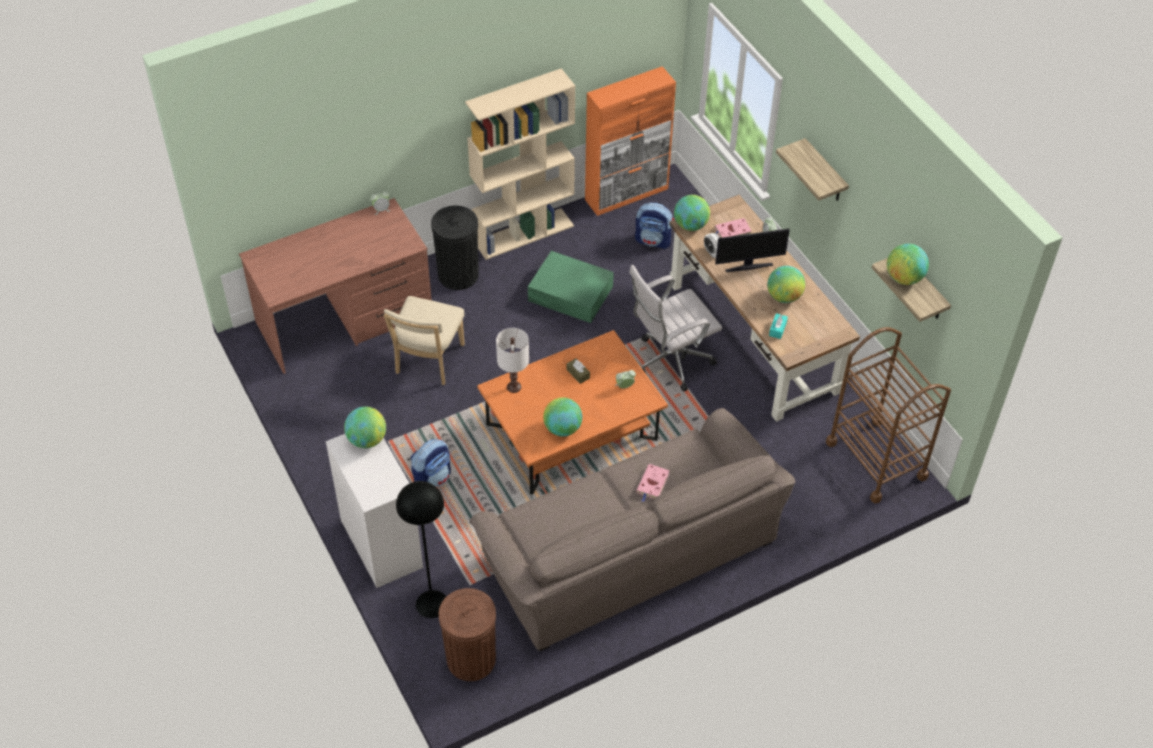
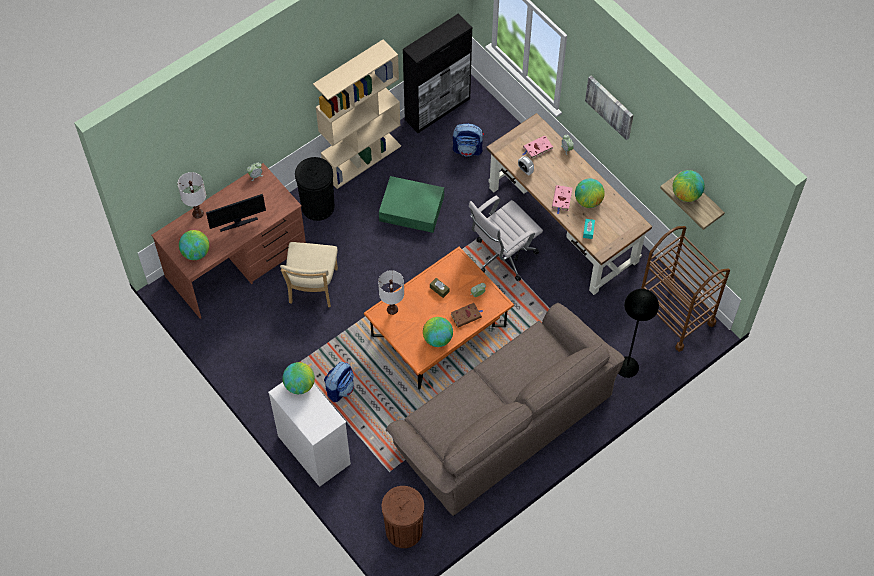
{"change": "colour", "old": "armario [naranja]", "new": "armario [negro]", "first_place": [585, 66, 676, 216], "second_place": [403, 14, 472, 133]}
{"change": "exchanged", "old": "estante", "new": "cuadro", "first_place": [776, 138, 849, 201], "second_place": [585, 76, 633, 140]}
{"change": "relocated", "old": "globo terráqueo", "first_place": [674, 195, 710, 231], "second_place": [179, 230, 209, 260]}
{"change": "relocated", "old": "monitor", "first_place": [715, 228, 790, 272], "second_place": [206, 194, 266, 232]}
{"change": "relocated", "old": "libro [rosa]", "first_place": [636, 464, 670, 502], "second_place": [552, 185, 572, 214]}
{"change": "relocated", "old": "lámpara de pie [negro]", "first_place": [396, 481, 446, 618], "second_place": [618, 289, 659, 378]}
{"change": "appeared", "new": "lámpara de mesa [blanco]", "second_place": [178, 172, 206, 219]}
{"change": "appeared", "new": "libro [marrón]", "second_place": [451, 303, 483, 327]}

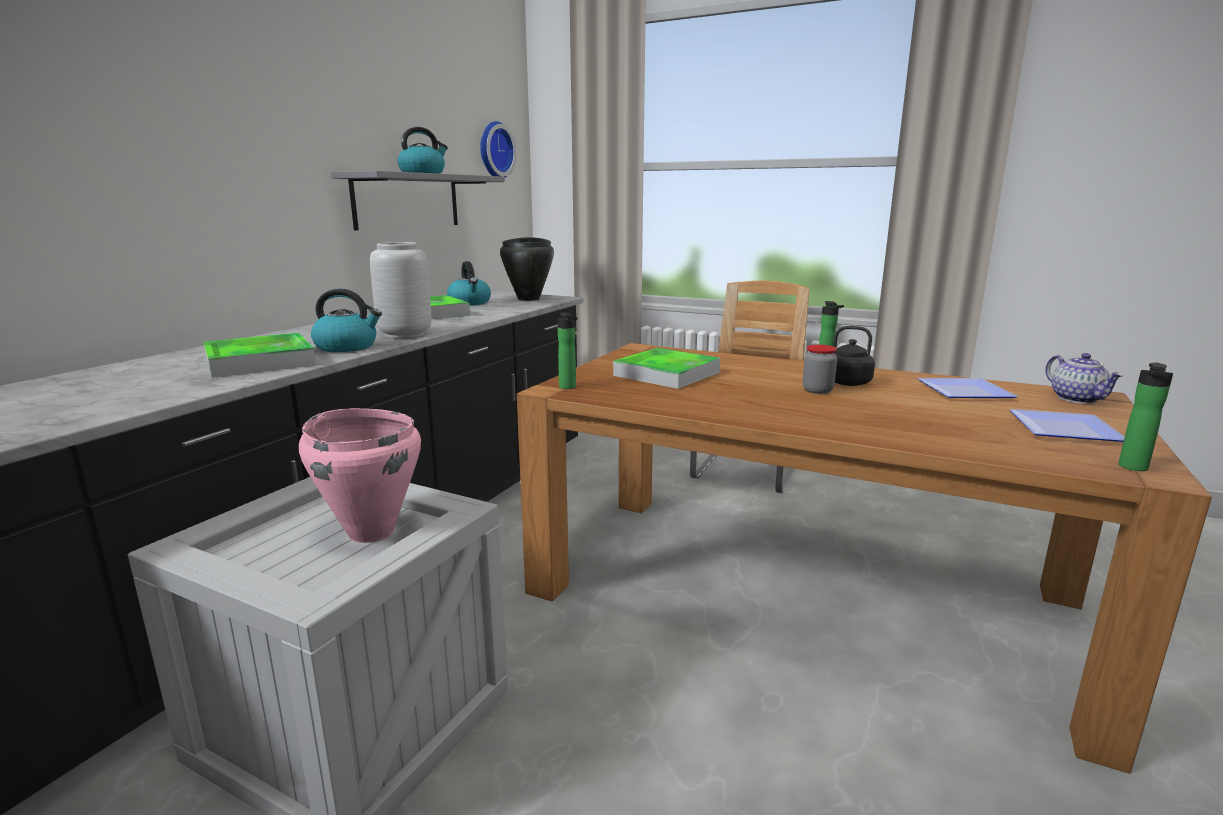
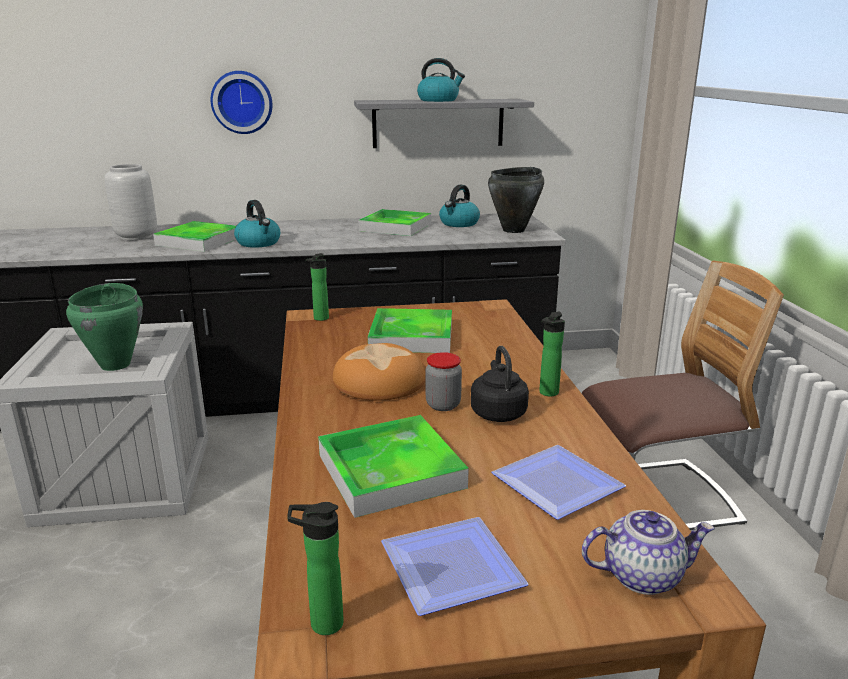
{"change": "relocated", "old": "reloj de pared", "first_place": [480, 121, 517, 177], "second_place": [211, 71, 273, 134]}
{"change": "relocated", "old": "florero [gris]", "first_place": [370, 242, 431, 338], "second_place": [105, 164, 157, 240]}
{"change": "spun", "old": "tetera", "first_place": [1045, 353, 1124, 404], "second_place": [582, 510, 715, 595], "degrees": -135}
{"change": "colour", "old": "olla [rosa]", "new": "olla [verde]", "first_place": [299, 408, 421, 543], "second_place": [66, 283, 143, 371]}
{"change": "appeared", "new": "pan", "second_place": [332, 343, 426, 401]}
{"change": "appeared", "new": "bandeja", "second_place": [318, 415, 469, 518]}

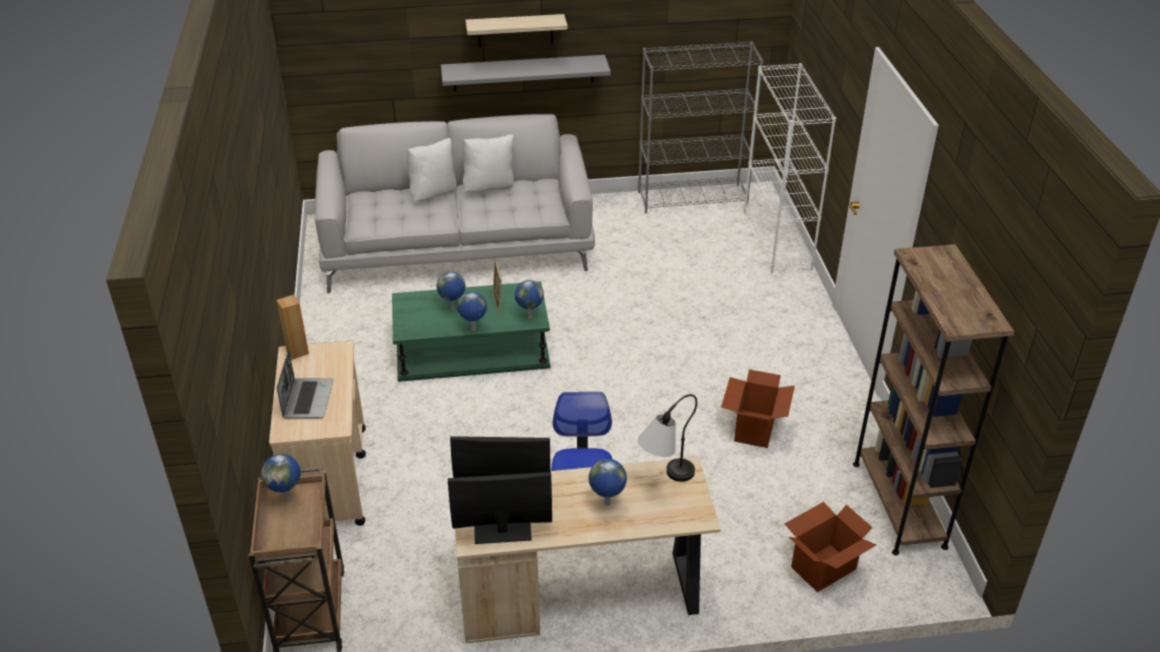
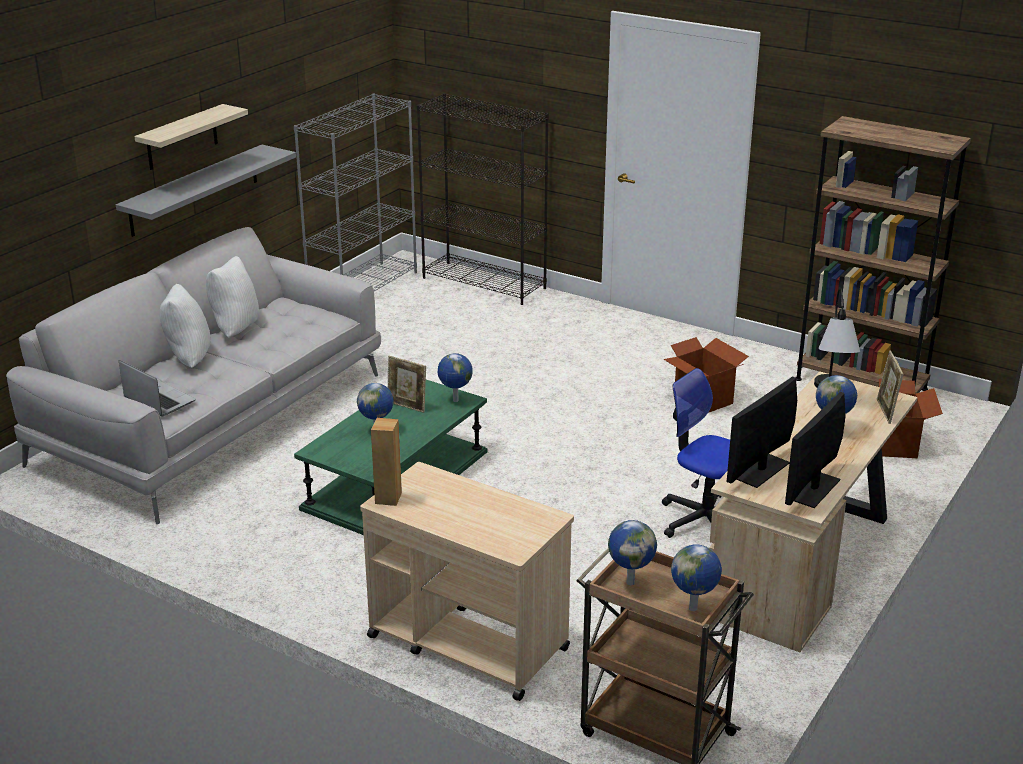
{"change": "colour", "old": "estantería [blanco]", "new": "estantería [negro]", "first_place": [744, 63, 836, 273], "second_place": [417, 93, 549, 305]}
{"change": "relocated", "old": "globo terráqueo", "first_place": [457, 292, 487, 330], "second_place": [671, 544, 722, 611]}
{"change": "relocated", "old": "portátil", "first_place": [277, 350, 333, 419], "second_place": [119, 360, 196, 417]}
{"change": "appeared", "new": "portarretratos", "second_place": [877, 351, 904, 424]}

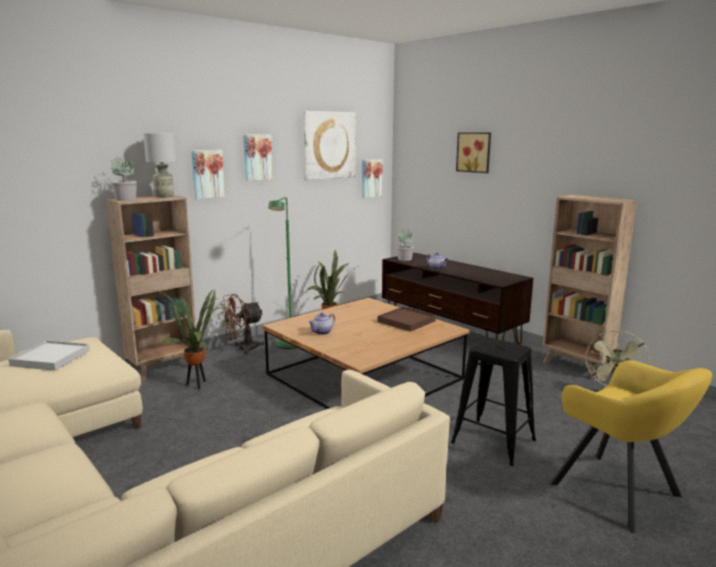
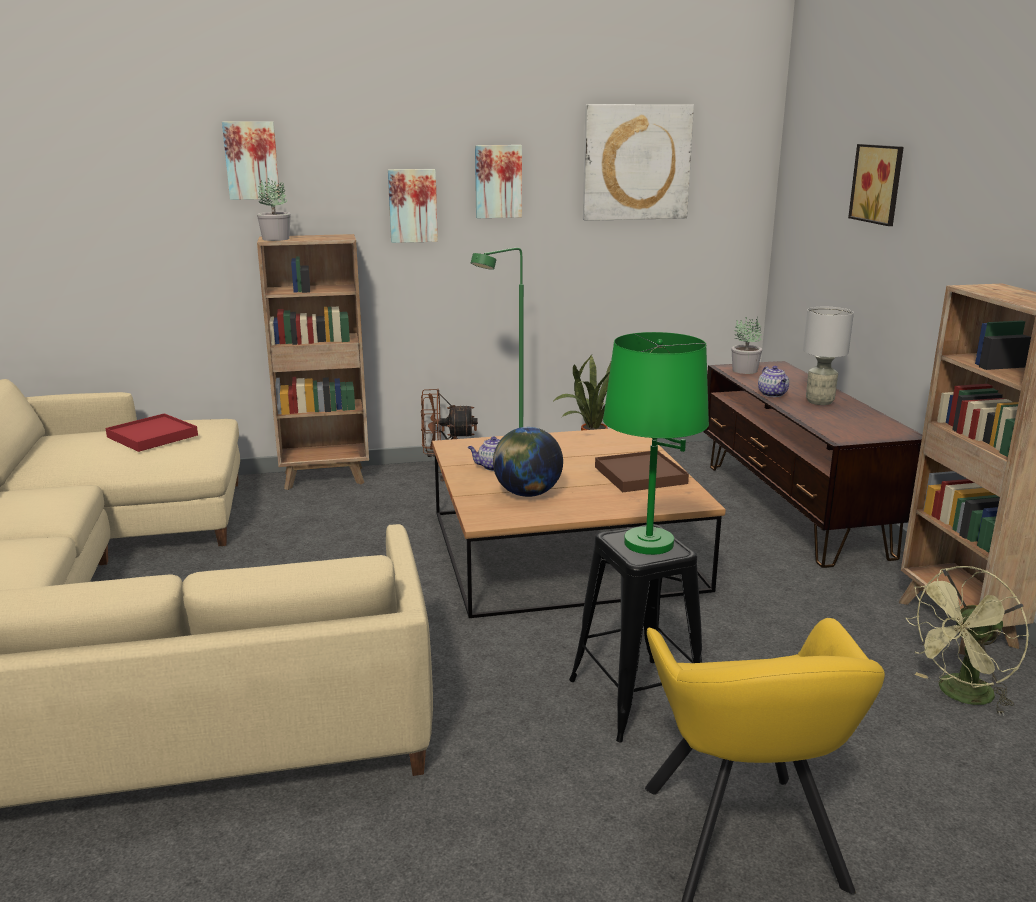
{"change": "relocated", "old": "lámpara de mesa [gris]", "first_place": [143, 133, 177, 198], "second_place": [803, 307, 854, 405]}
{"change": "relocated", "old": "cuadro", "first_place": [362, 159, 383, 198], "second_place": [222, 121, 280, 200]}
{"change": "missing", "old": "planta en maceta", "first_place": [149, 289, 228, 389]}
{"change": "colour", "old": "bandeja [blanco]", "new": "bandeja [rojo]", "first_place": [8, 340, 90, 371], "second_place": [105, 413, 198, 452]}
{"change": "appeared", "new": "lámpara de mesa [verde]", "second_place": [603, 332, 709, 555]}
{"change": "appeared", "new": "globo terráqueo", "second_place": [493, 427, 563, 497]}

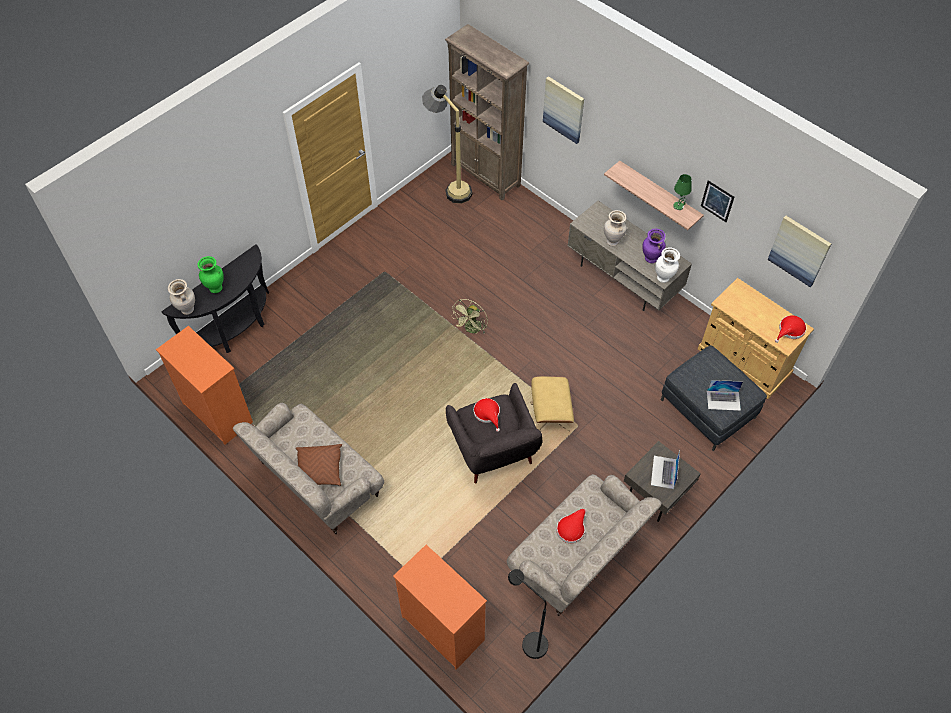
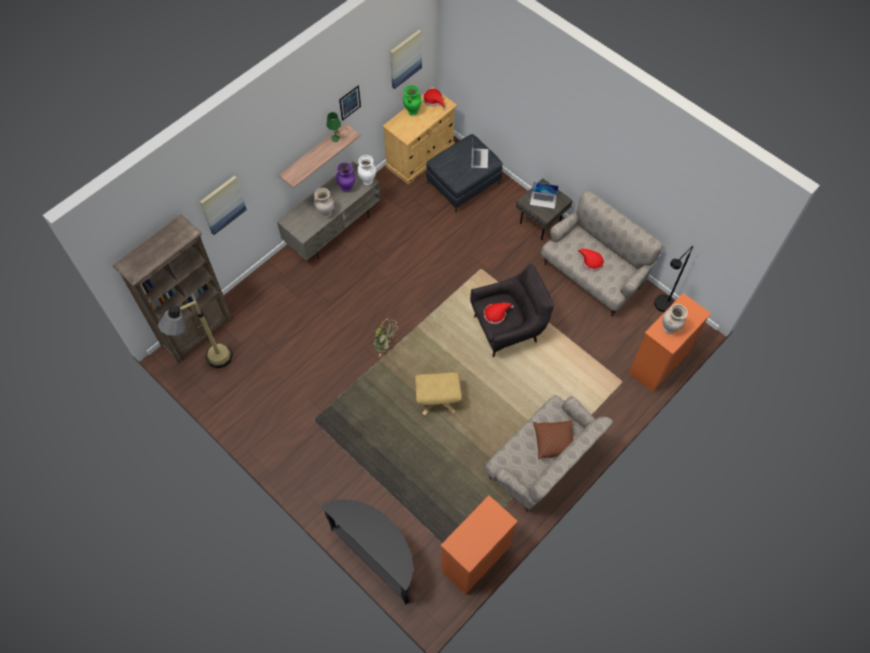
{"change": "relocated", "old": "florero [verde]", "first_place": [198, 256, 224, 293], "second_place": [403, 85, 422, 115]}
{"change": "relocated", "old": "florero [beis]", "first_place": [168, 279, 195, 315], "second_place": [662, 304, 688, 334]}
{"change": "relocated", "old": "puf [beis]", "first_place": [530, 376, 574, 431], "second_place": [414, 372, 462, 415]}

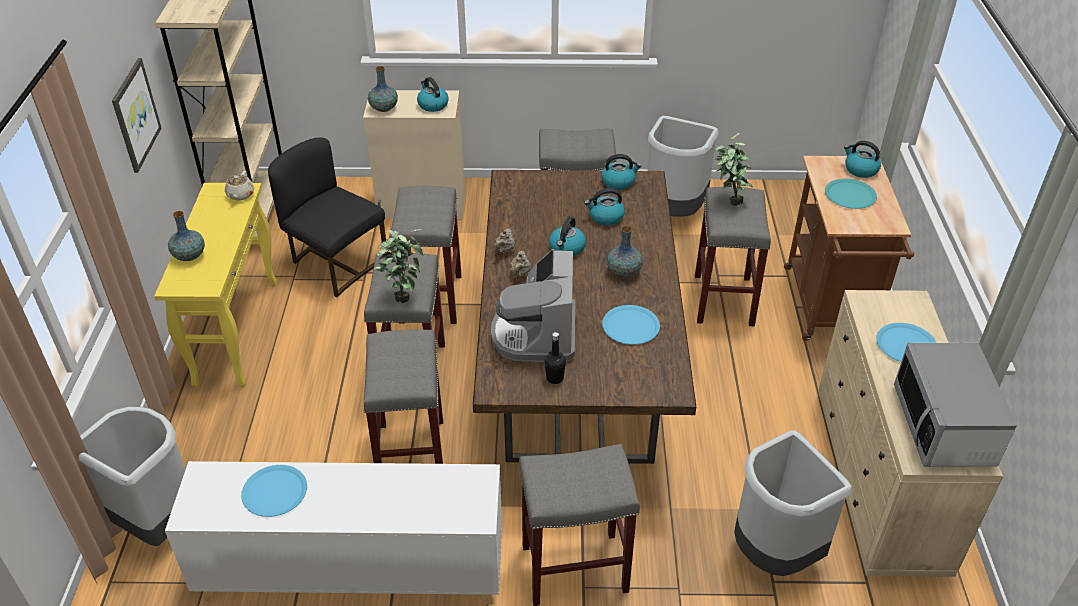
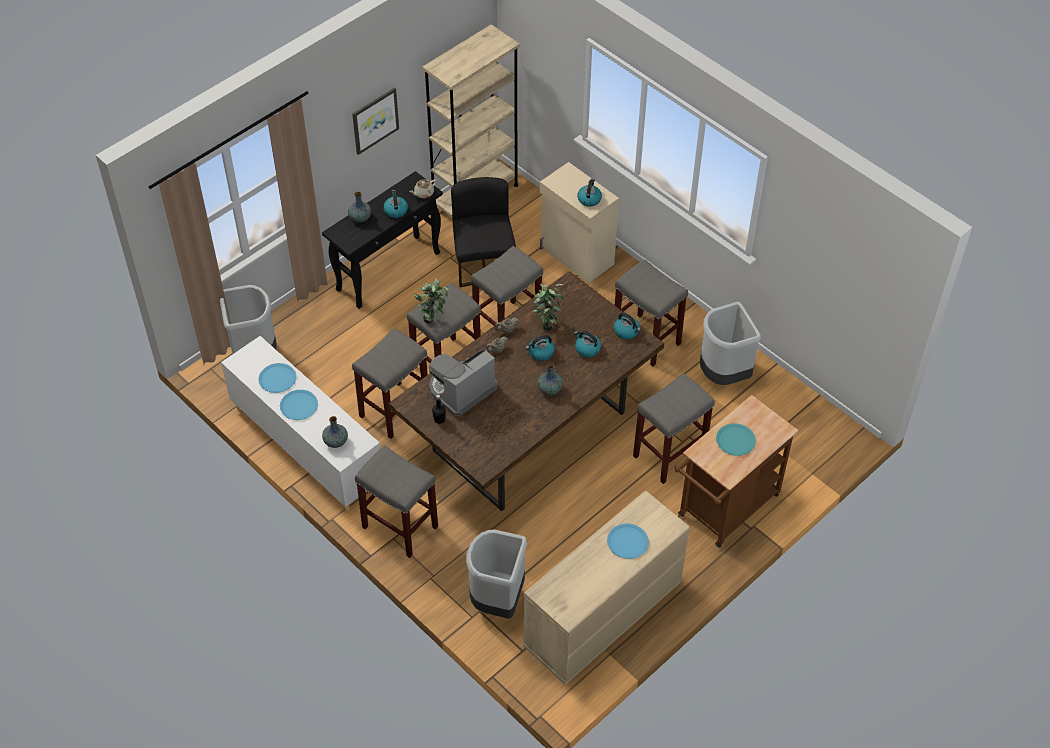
{"change": "relocated", "old": "florero", "first_place": [368, 66, 398, 112], "second_place": [322, 416, 348, 448]}
{"change": "relocated", "old": "planta en maceta", "first_place": [715, 133, 753, 206], "second_place": [532, 284, 563, 331]}
{"change": "relocated", "old": "hervidor", "first_place": [844, 141, 881, 178], "second_place": [383, 190, 408, 218]}
{"change": "colour", "old": "mesa consola [amarillo]", "new": "mesa consola [negro]", "first_place": [154, 183, 277, 387], "second_place": [322, 171, 443, 309]}
{"change": "relocated", "old": "plato [azul]", "first_place": [602, 305, 660, 345], "second_place": [280, 390, 318, 420]}
{"change": "missing", "old": "microondas", "first_place": [894, 343, 1017, 467]}

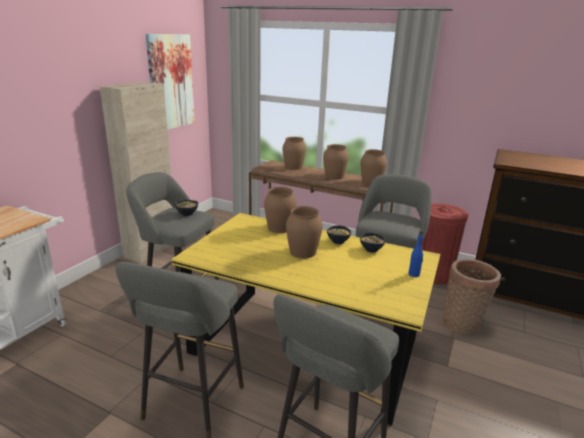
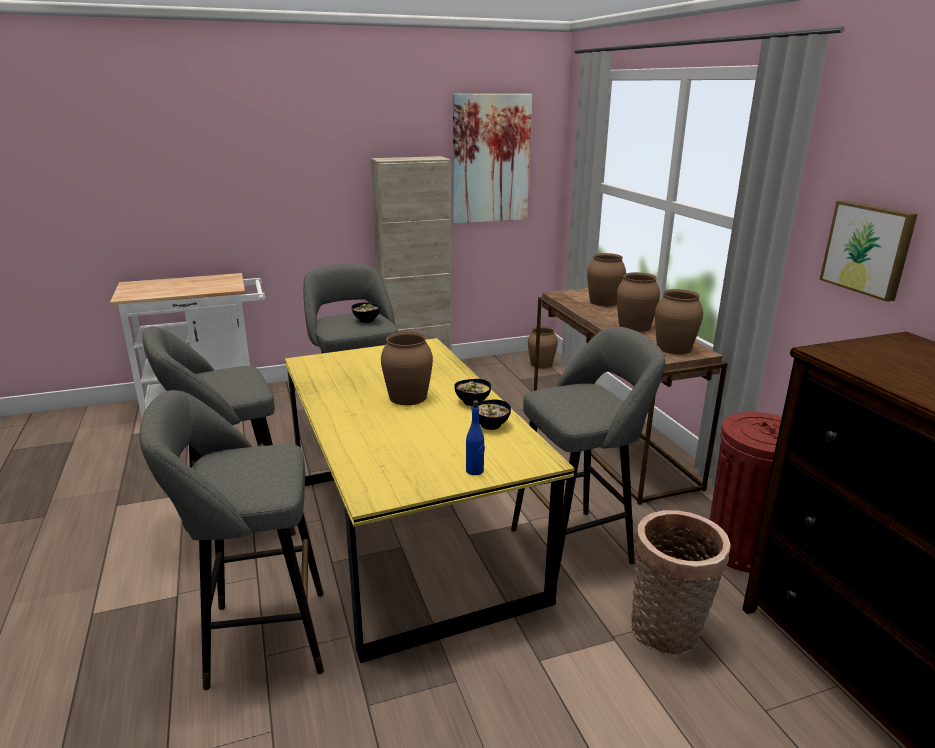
{"change": "relocated", "old": "florero [marrón]", "first_place": [264, 187, 297, 233], "second_place": [528, 326, 558, 368]}
{"change": "appeared", "new": "cuadro", "second_place": [820, 200, 918, 302]}

